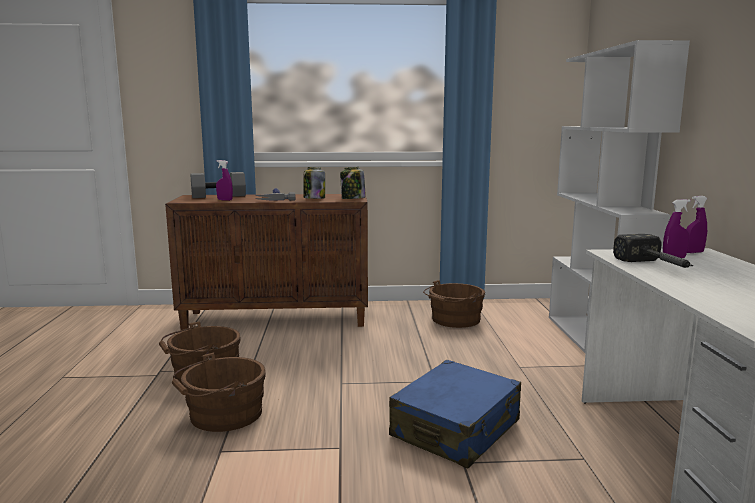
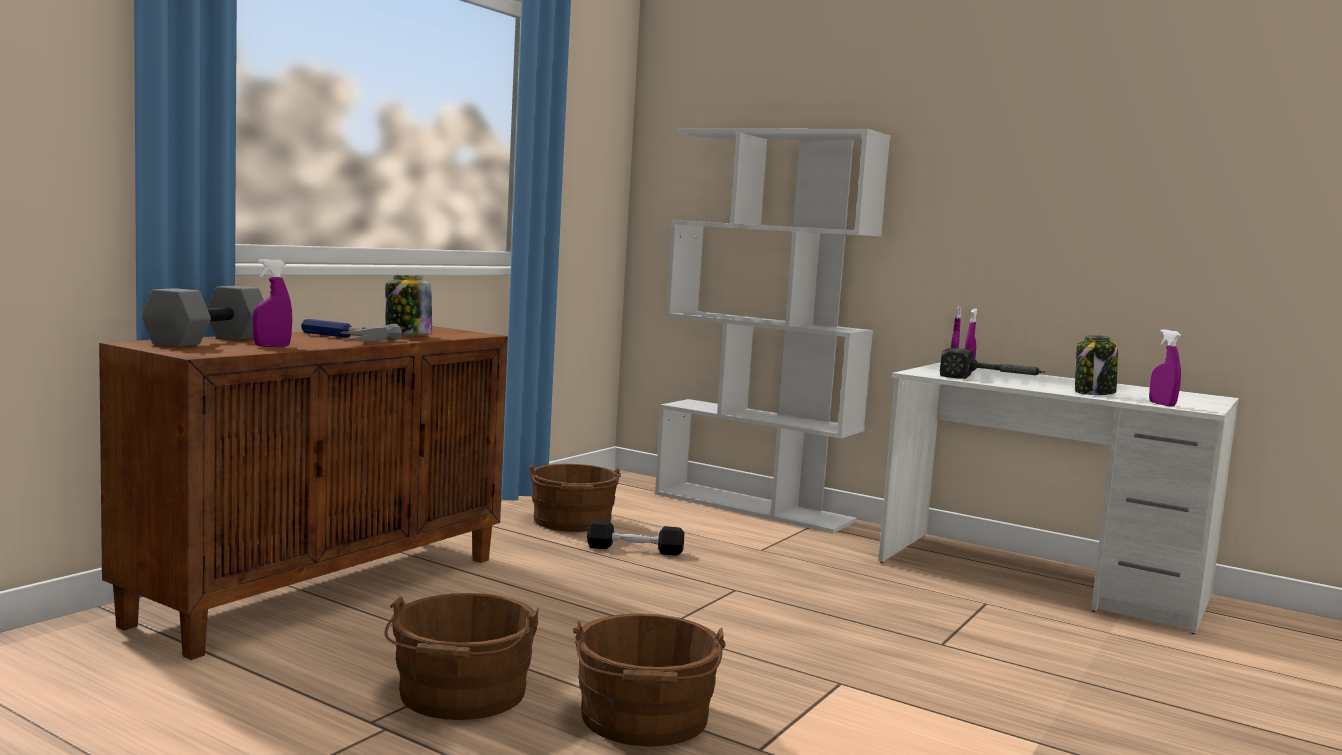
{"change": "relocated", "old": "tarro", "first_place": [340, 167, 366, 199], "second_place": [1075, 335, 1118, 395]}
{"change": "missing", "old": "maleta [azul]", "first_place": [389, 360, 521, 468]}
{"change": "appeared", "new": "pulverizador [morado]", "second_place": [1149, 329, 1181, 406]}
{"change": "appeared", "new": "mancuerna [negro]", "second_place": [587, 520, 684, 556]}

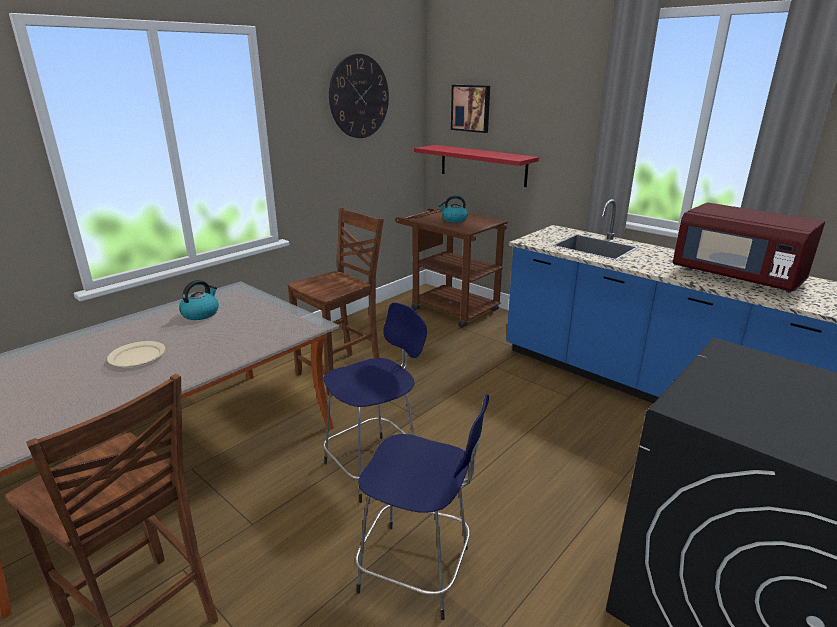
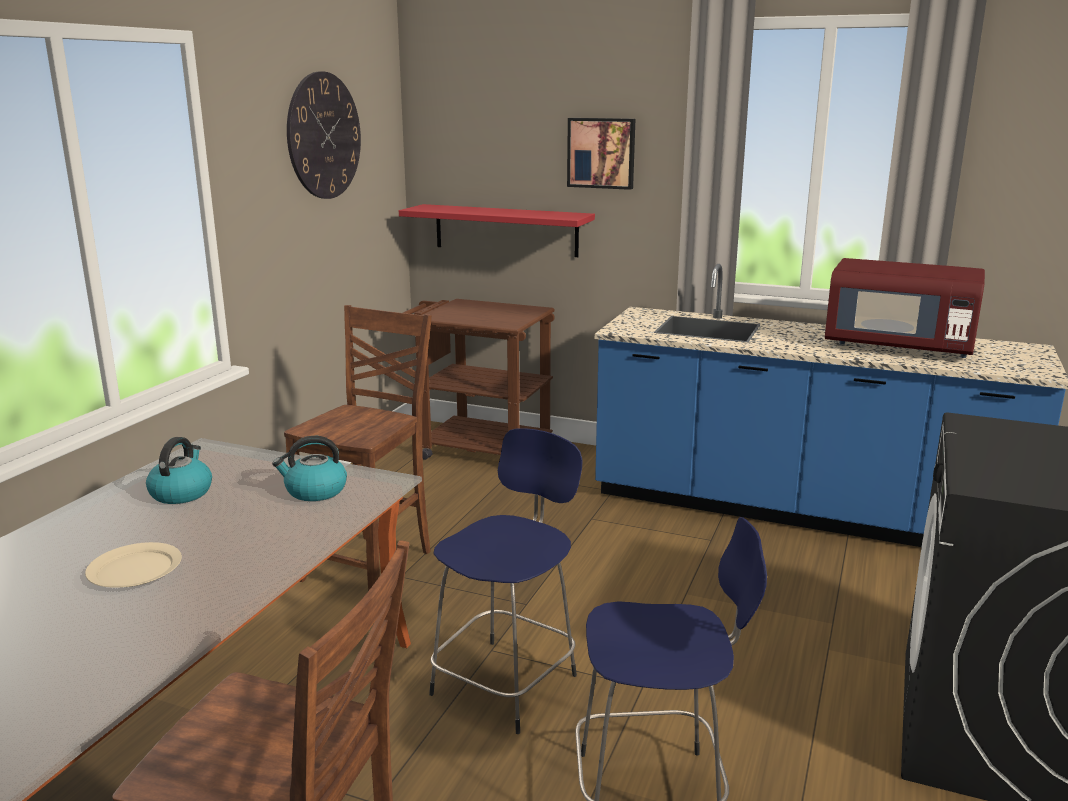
{"change": "relocated", "old": "cuadro", "first_place": [451, 85, 490, 133], "second_place": [567, 118, 635, 190]}
{"change": "relocated", "old": "hervidor", "first_place": [439, 195, 468, 223], "second_place": [272, 436, 347, 501]}

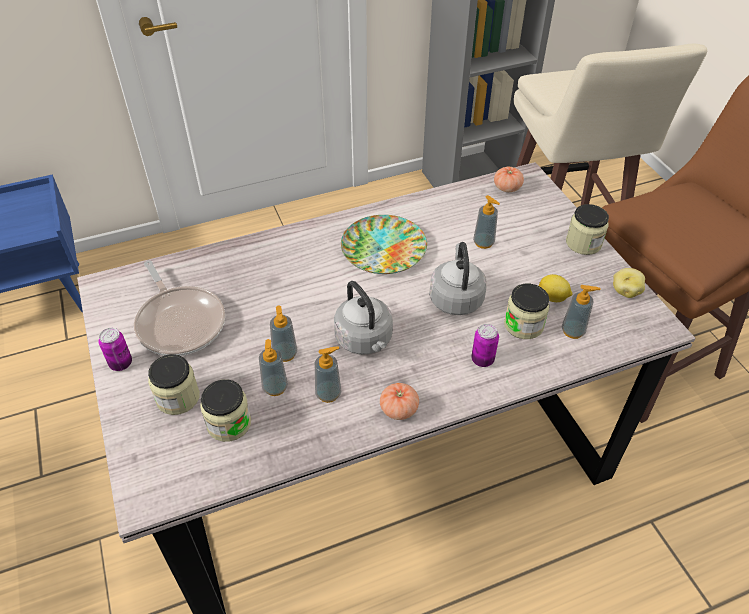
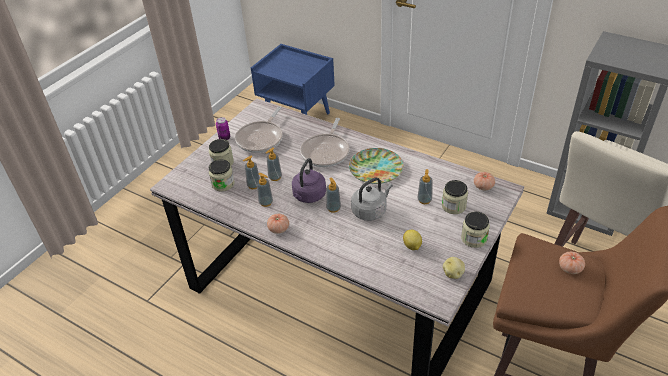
{"change": "colour", "old": "hervidor [gris]", "new": "hervidor [morado]", "first_place": [334, 281, 393, 355], "second_place": [292, 158, 326, 203]}
{"change": "relocated", "old": "tarro", "first_place": [504, 284, 550, 339], "second_place": [442, 180, 468, 214]}
{"change": "relocated", "old": "dispensador de jabón", "first_place": [562, 285, 601, 339], "second_place": [326, 178, 341, 213]}
{"change": "missing", "old": "lata", "first_place": [471, 324, 499, 367]}
{"change": "appeared", "new": "sartén", "second_place": [300, 118, 350, 167]}
{"change": "appeared", "new": "tomate", "second_place": [559, 252, 585, 274]}

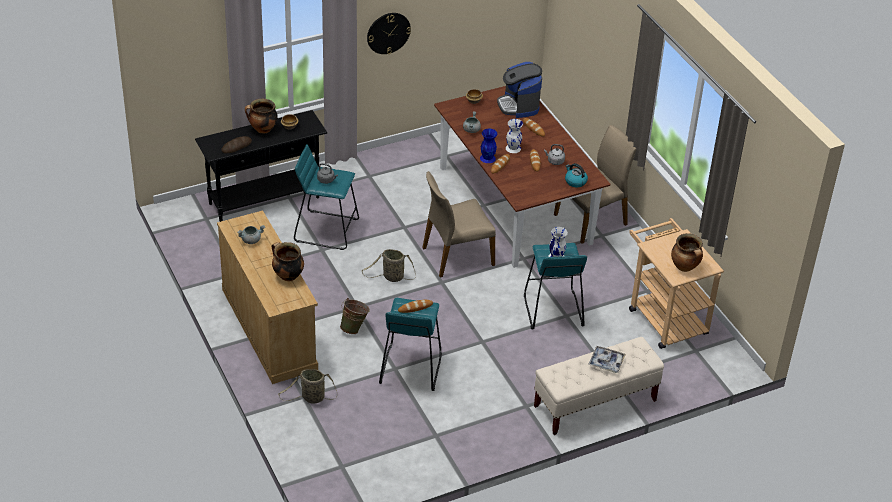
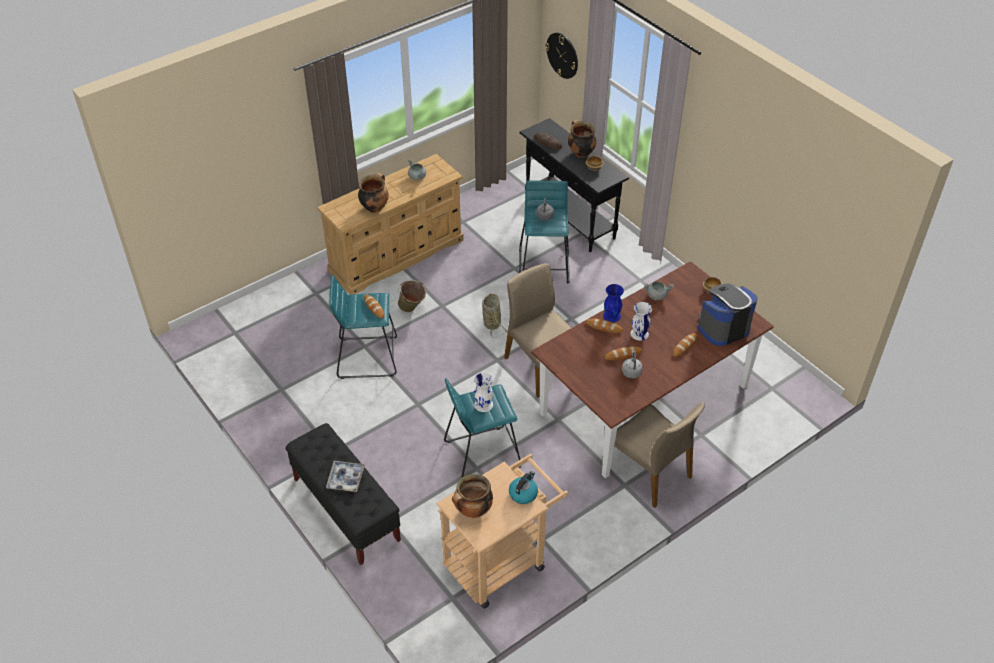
{"change": "relocated", "old": "reloj de pared", "first_place": [367, 13, 411, 54], "second_place": [545, 32, 578, 79]}
{"change": "relocated", "old": "hervidor", "first_place": [565, 163, 588, 187], "second_place": [509, 471, 538, 504]}
{"change": "colour", "old": "banco [beis]", "new": "banco [negro]", "first_place": [534, 337, 664, 435], "second_place": [286, 423, 401, 565]}
{"change": "missing", "old": "cesta", "first_place": [278, 369, 337, 404]}

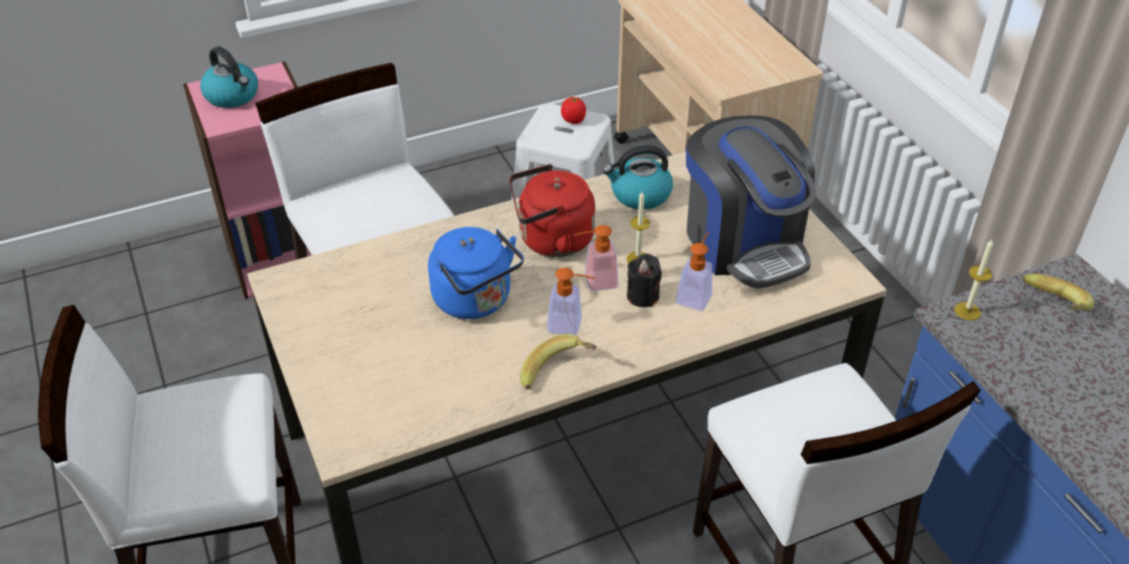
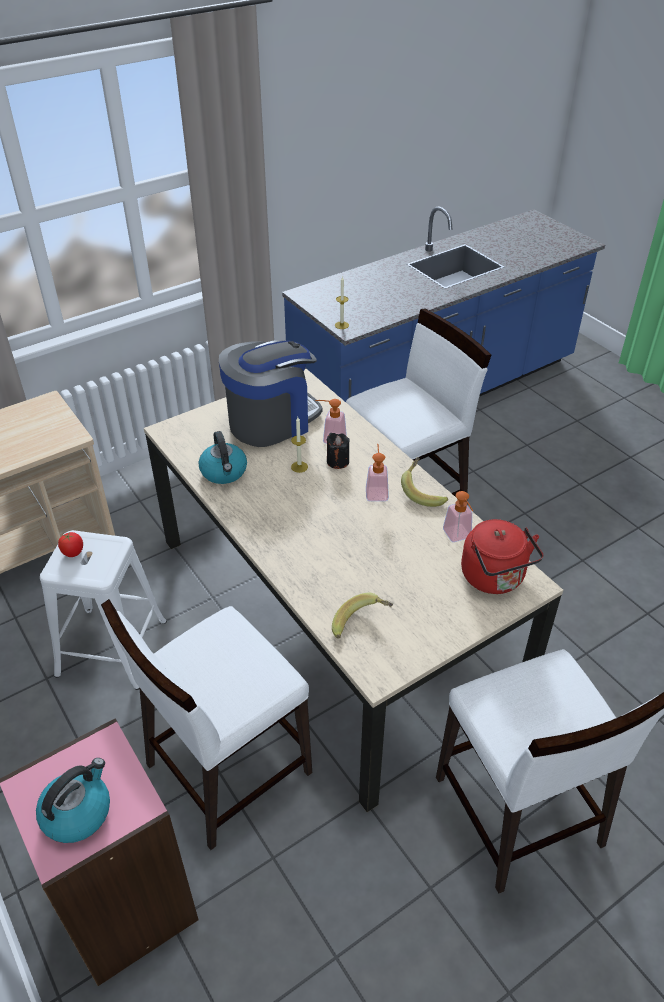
{"change": "relocated", "old": "hervidor [rojo]", "first_place": [509, 164, 595, 257], "second_place": [461, 519, 544, 594]}
{"change": "relocated", "old": "dispensador de jabón", "first_place": [574, 225, 619, 291], "second_place": [443, 491, 473, 542]}
{"change": "missing", "old": "hervidor [azul]", "first_place": [428, 227, 524, 319]}
{"change": "relocated", "old": "plátano", "first_place": [1022, 274, 1094, 311], "second_place": [332, 592, 393, 639]}

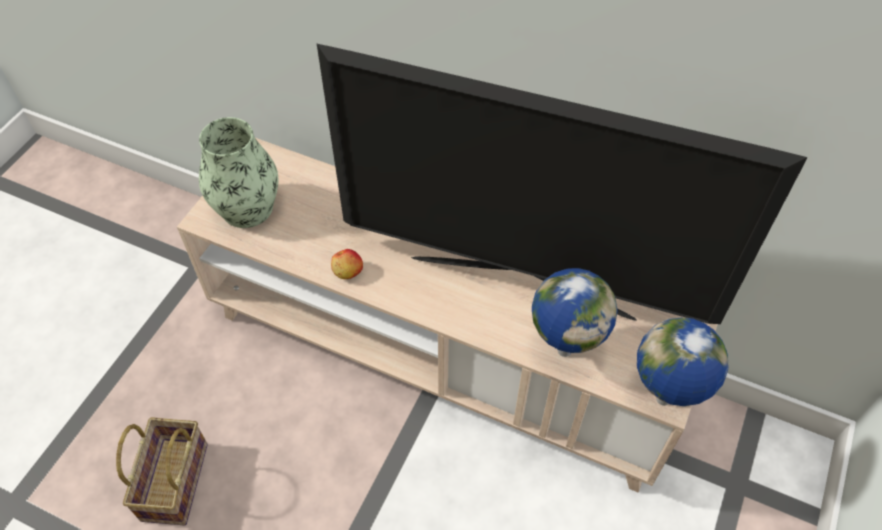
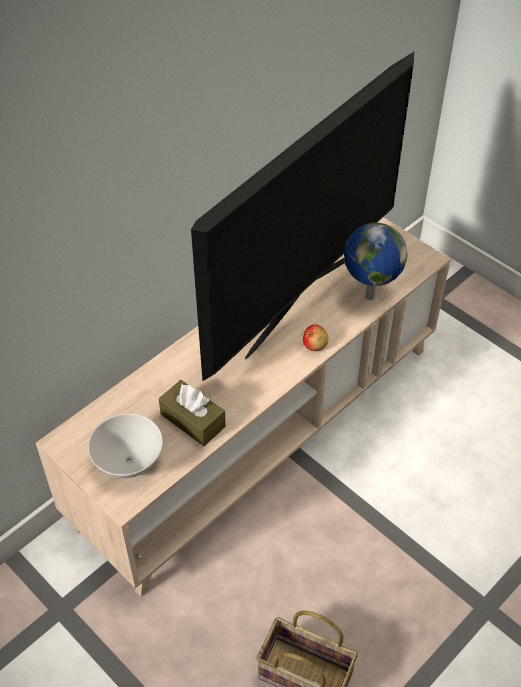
{"change": "exchanged", "old": "florero", "new": "cuenco [blanco]", "first_place": [199, 117, 279, 228], "second_place": [88, 414, 163, 478]}
{"change": "relocated", "old": "manzana", "first_place": [331, 249, 363, 279], "second_place": [303, 325, 328, 351]}
{"change": "missing", "old": "globo terráqueo", "first_place": [637, 317, 728, 406]}
{"change": "appeared", "new": "caja de pañuelos [marrón]", "second_place": [159, 380, 226, 446]}

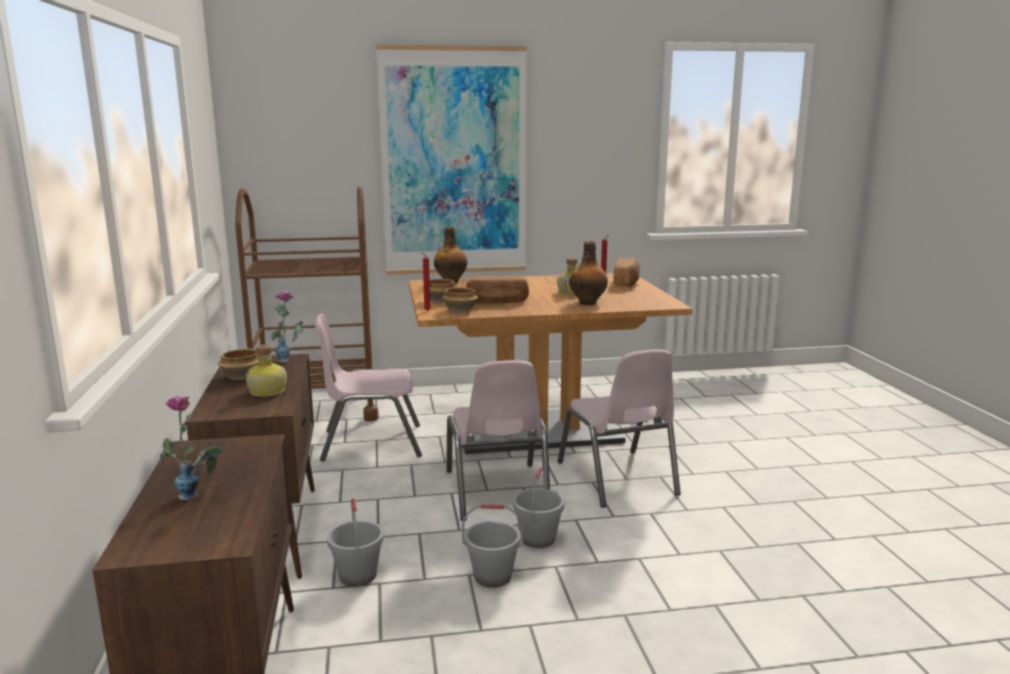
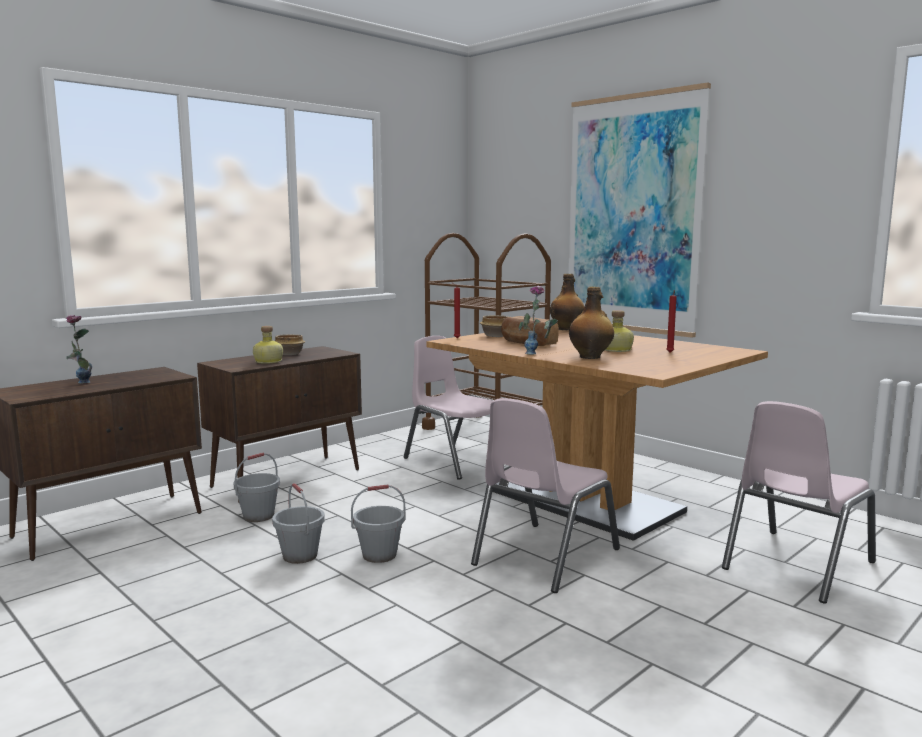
{"change": "missing", "old": "pan", "first_place": [613, 258, 640, 287]}
{"change": "missing", "old": "cuenco", "first_place": [442, 287, 478, 313]}
{"change": "relocated", "old": "florero", "first_place": [271, 291, 303, 363], "second_place": [519, 286, 558, 355]}
{"change": "relocated", "old": "silla [rosa]", "first_place": [446, 360, 550, 521], "second_place": [722, 401, 876, 604]}

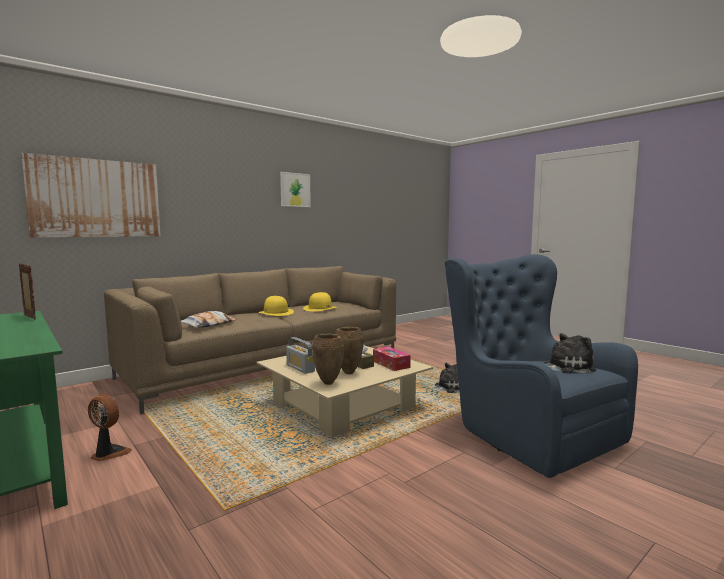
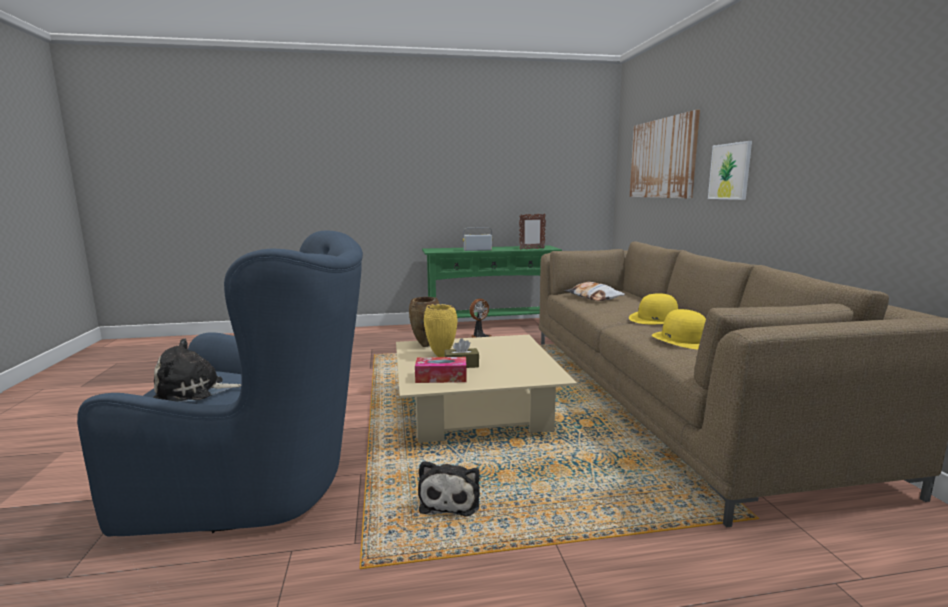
{"change": "relocated", "old": "cuadro", "first_place": [280, 172, 311, 207], "second_place": [708, 141, 752, 200]}
{"change": "colour", "old": "florero [marrón]", "new": "florero [amarillo]", "first_place": [335, 327, 364, 374], "second_place": [424, 304, 457, 357]}
{"change": "spun", "old": "peluche", "first_place": [544, 333, 596, 374], "second_place": [153, 338, 241, 402], "degrees": 60}
{"change": "relocated", "old": "radio", "first_place": [286, 337, 315, 374], "second_place": [463, 227, 492, 251]}

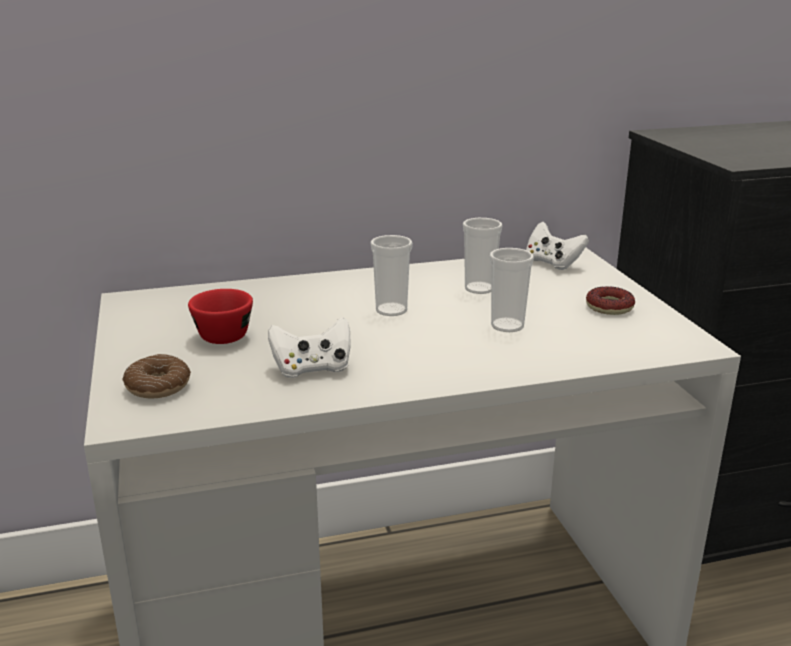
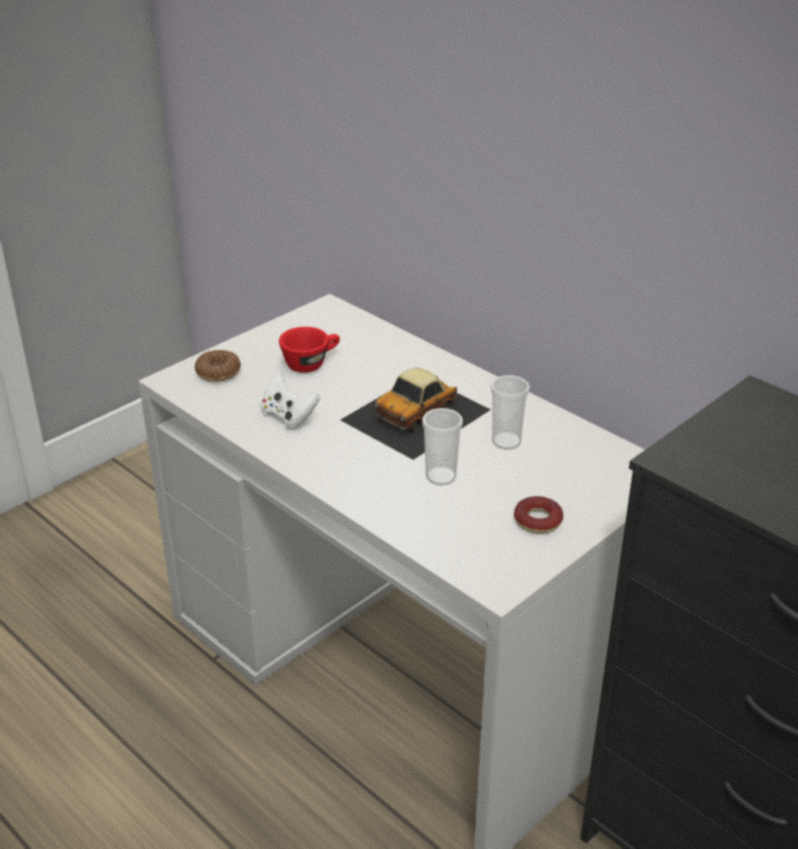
{"change": "missing", "old": "mando de consola [blanco]", "first_place": [526, 222, 589, 270]}
{"change": "exchanged", "old": "taza", "new": "coche de juguete", "first_place": [370, 235, 413, 316], "second_place": [341, 368, 491, 460]}

